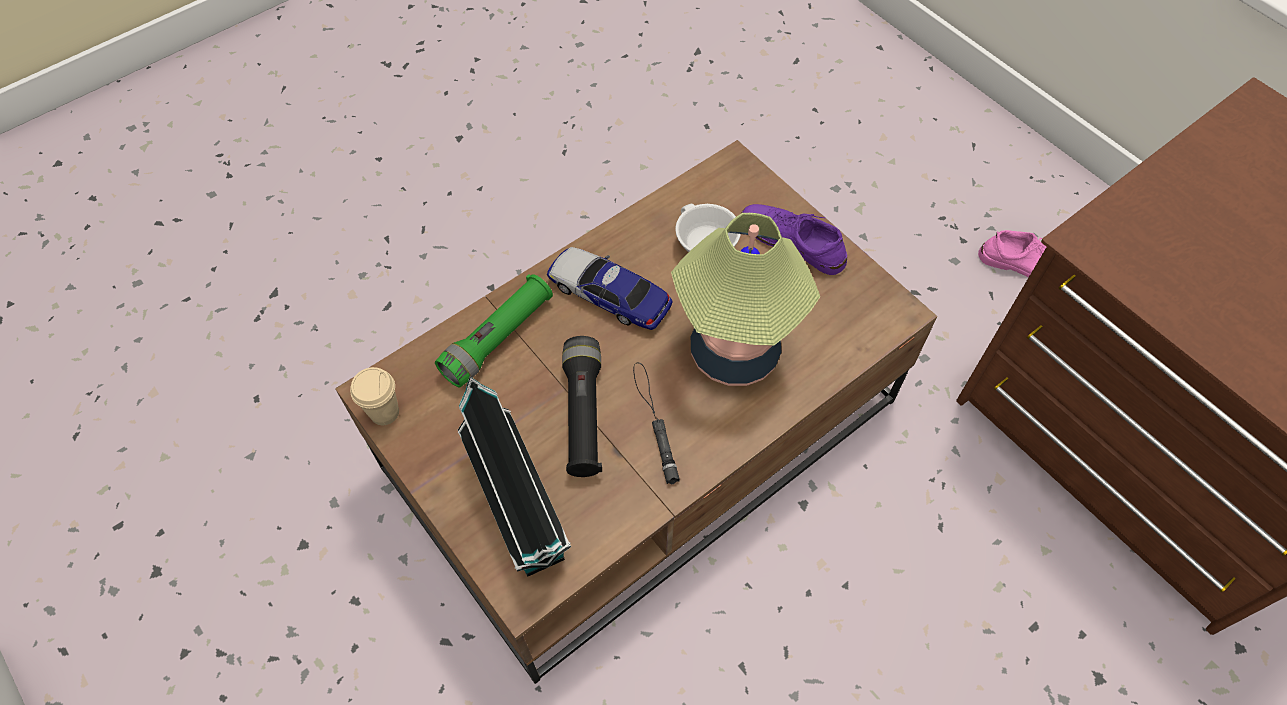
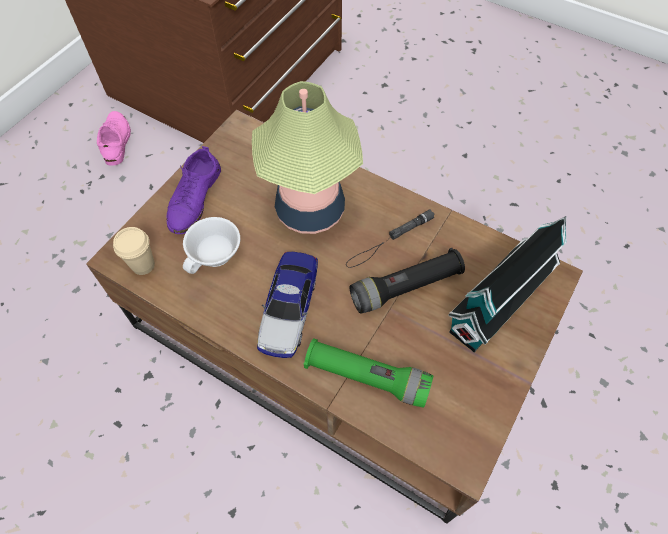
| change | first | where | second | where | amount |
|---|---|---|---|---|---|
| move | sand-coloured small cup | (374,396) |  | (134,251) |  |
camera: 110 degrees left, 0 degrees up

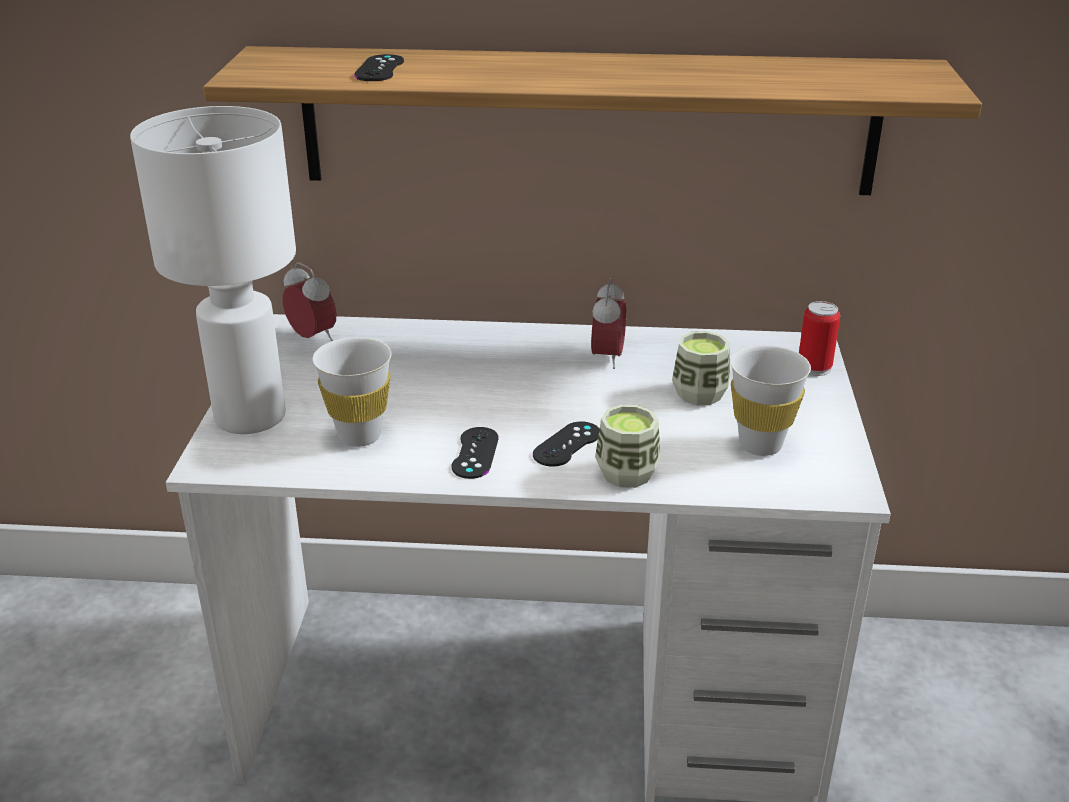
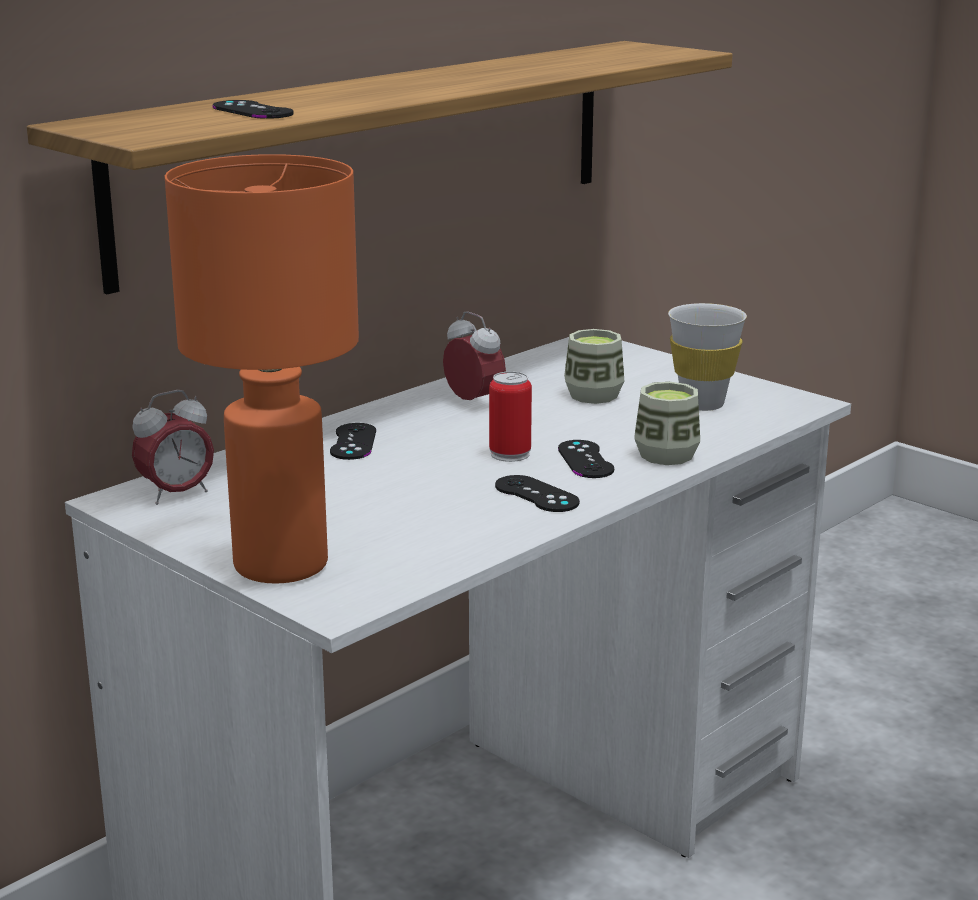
| change | first | where | second | where | amount |
|---|---|---|---|---|---|
| delete | whitish small cup | (352,392) |  |  |  |
| insert |  |  | black-coloured gamepad | (353,441) |  |
| move | can | (819,338) |  | (510,416) |  |
| recolor | whitish table lamp | (213,270) | orangey table lamp | (262,369) |  |
| rotate | alarm clock | (310,301) |  | (173,447) | 150 degrees clockwise |
camera: 50 degrees left, 10 degrees down

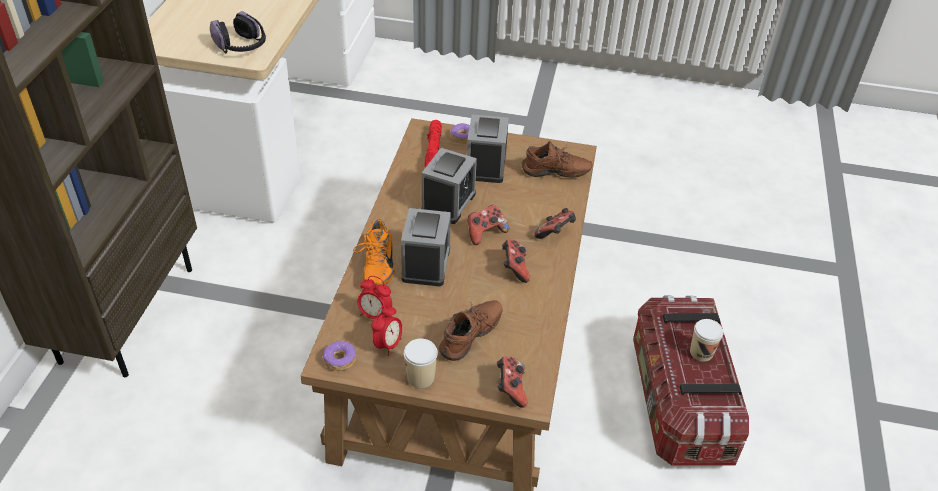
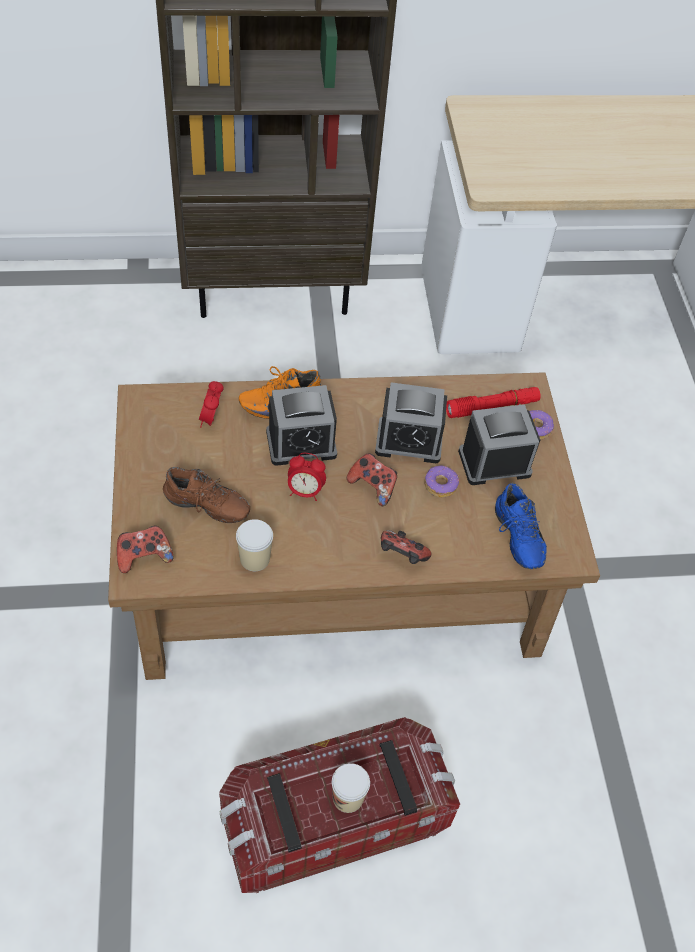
| change | first | where | second | where | amount |
|---|---|---|---|---|---|
| delete | headphones | (238,32) |  |  |  |
| delete | gamepad | (516,261) |  |  |  |
| move | doughnut | (339,356) |  | (441,482) |  |
| move | alarm clock | (386,330) |  | (307,477) |  |
| move | small cup | (421,363) |  | (254,545) |  |
| recolor | brown-coloured shoe | (557,159) | bluish shoe | (521,526) |  |
camera: 70 degrees right, 10 degrees up

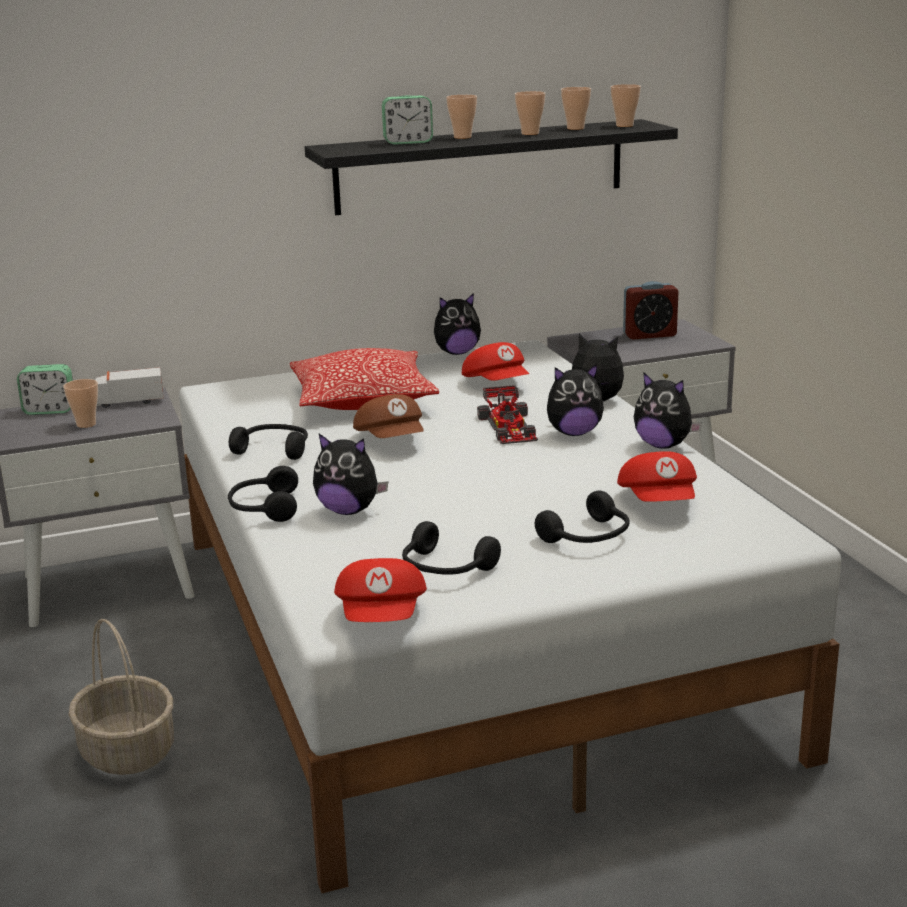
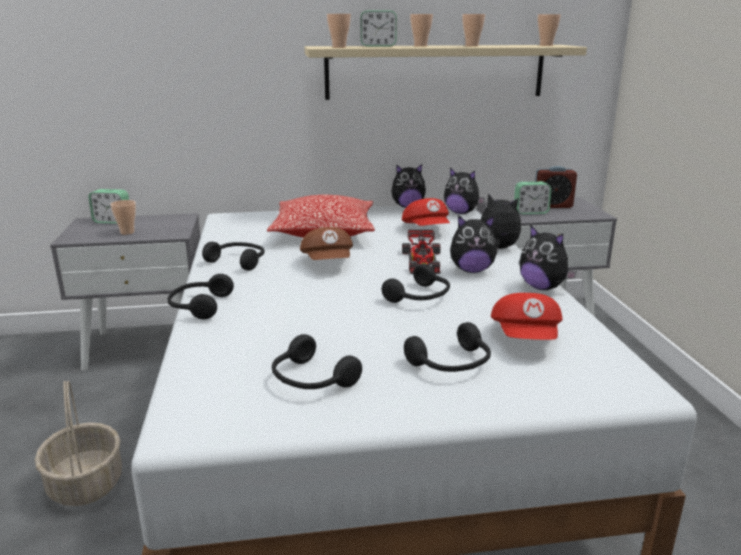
| change | first | where | second | where | amount |
|---|---|---|---|---|---|
| delete | model truck | (129,387) |  |  |  |
| delete | red cap | (380,590) |  |  |  |
| insert |  |  | black-coloured headphones | (416,283) |  |
| insert |  |  | alarm clock | (533,197) |  |
| move | cuddly toy | (350,474) |  | (464,191) |  |
| move | small cup | (576,108) |  | (339,31) |  |
| recolor | black-coloured wall shelf | (491,167) | sand-coloured wall shelf | (445,72) |  |
camera: 10 degrees right, 0 degrees up

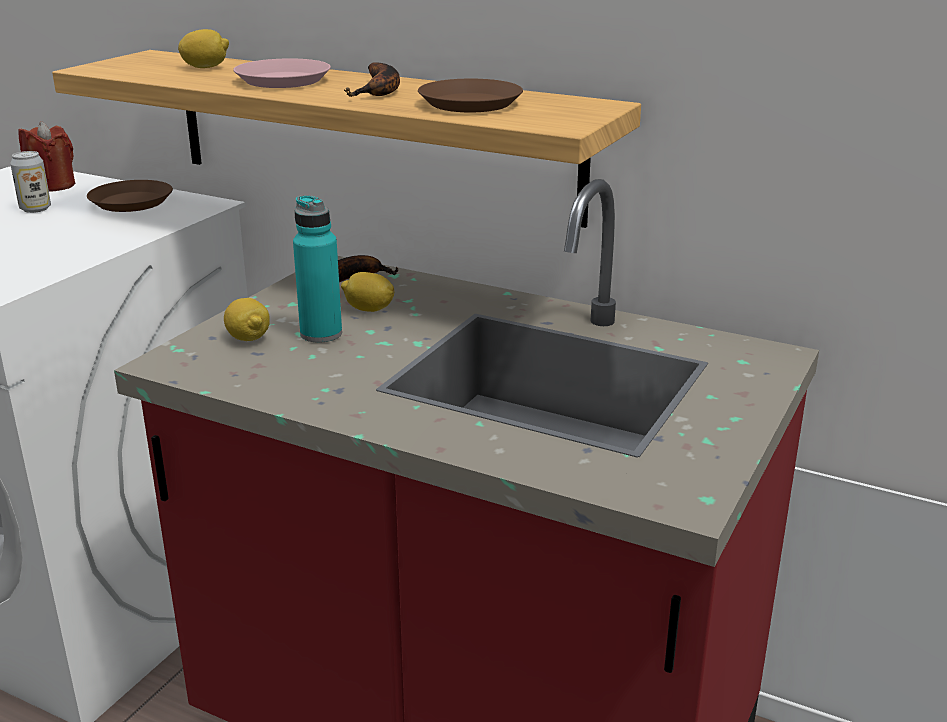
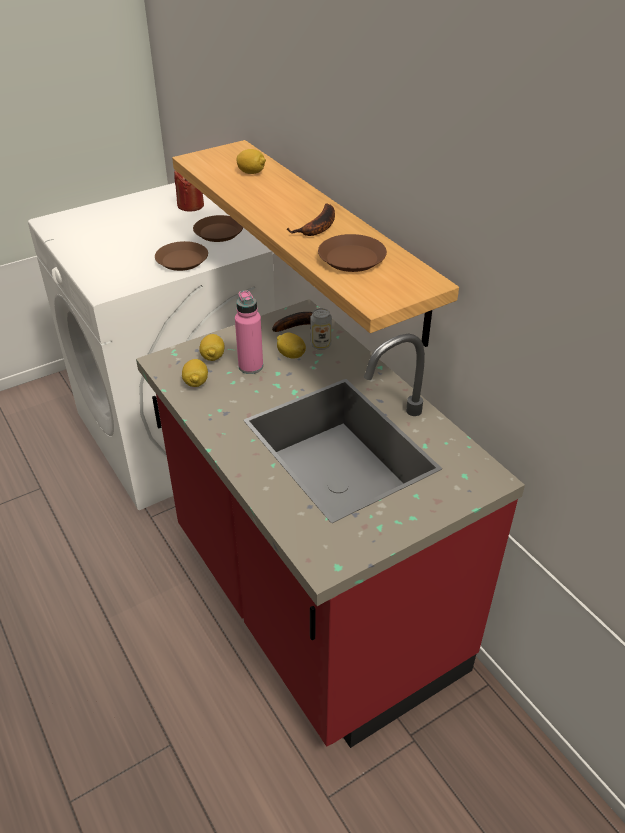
| change | first | where | second | where | amount |
|---|---|---|---|---|---|
| delete | pink plate | (282,73) |  |  |  |
| insert |  |  | brown-coloured plate | (181,256) |  |
| insert |  |  | whole lemon | (195,373) |  |
| move | can | (30,182) |  | (321,329) |  |
| recolor | turquoise beverage bottle | (317,269) | pink beverage bottle | (249,332) |  |
camera: 30 degrees right, 15 degrees up

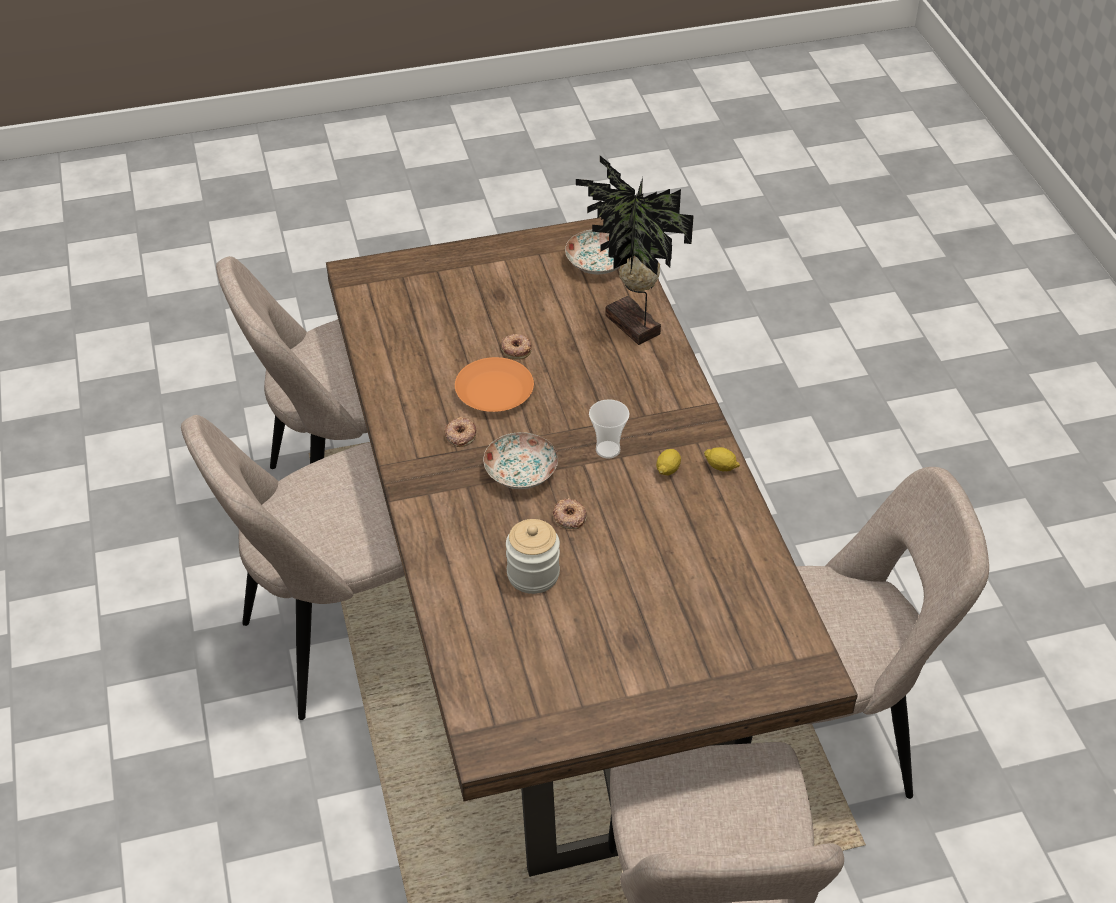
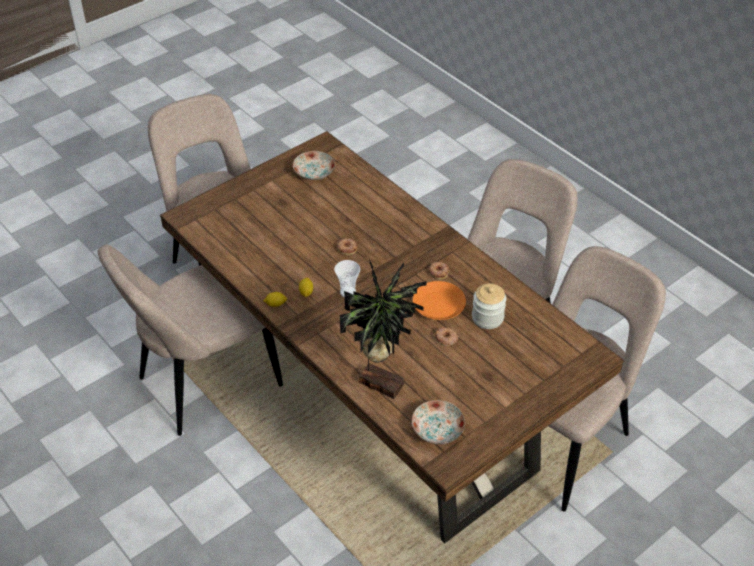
| change | first | where | second | where | amount |
|---|---|---|---|---|---|
| move | plate | (520,460) |  | (314,165) |  |
| move | storage jar | (533,556) |  | (489,306) |  |
camera: 155 degrees right, 0 degrees up

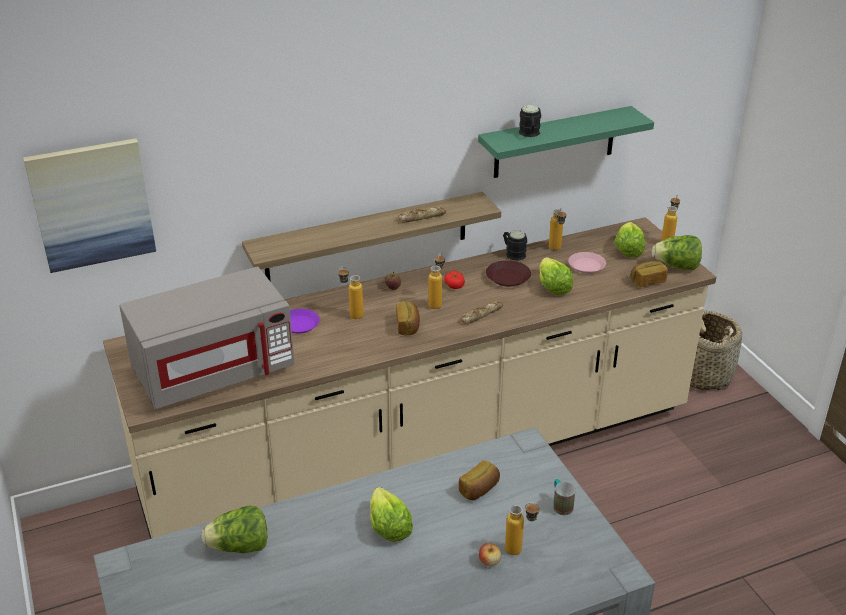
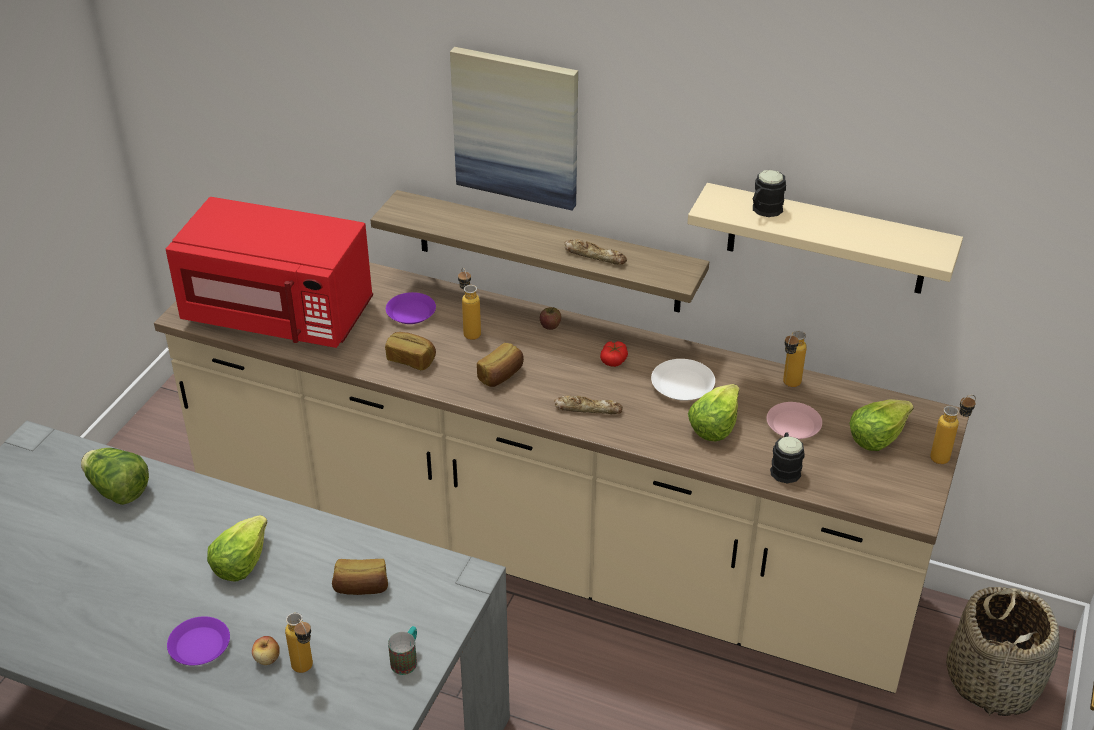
| change | first | where | second | where | amount |
|---|---|---|---|---|---|
| delete | beverage bottle | (436,281) |  |  |  |
| delete | lettuce | (677,252) |  |  |  |
| insert |  |  | purple plate | (198,640) |  |
| move | wall picture | (89,205) |  | (514,128) |  |
| move | black-coloured tea mug | (515,245) |  | (787,457) |  |
| move | baked bread | (649,274) |  | (410,351) |  |
| recolor | greyish microwave oven | (206,338) | red microwave oven | (269,272) |  |
| recolor | green wall shelf | (566,142) | sand-coloured wall shelf | (825,238) |  |
| recolor | brown-coloured plate | (508,273) | whitish plate | (683,380) |  |
camera: 45 degrees right, 5 degrees up

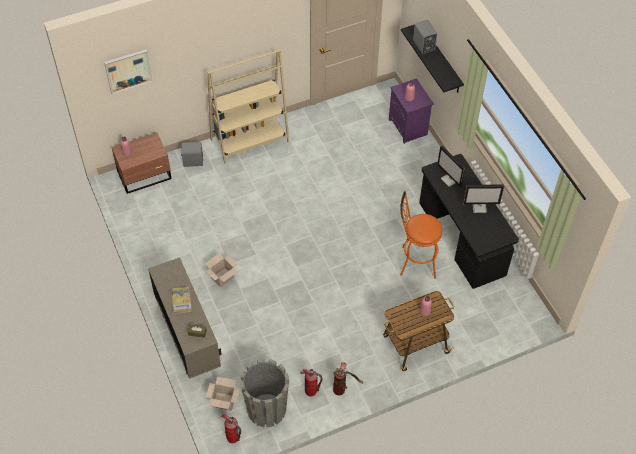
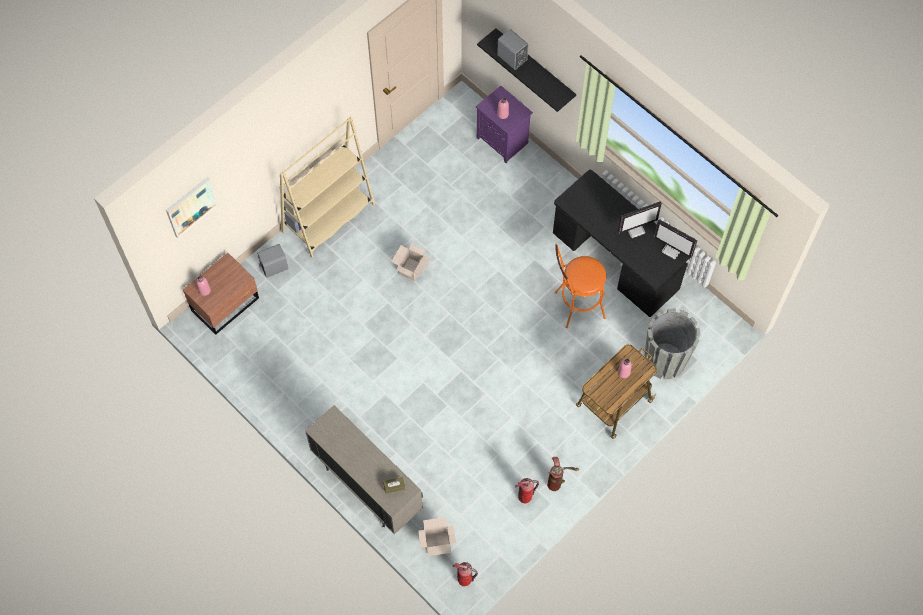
| change | first | where | second | where | amount |
|---|---|---|---|---|---|
| delete | bound book | (181,300) |  |  |  |
| move | carton | (221,270) |  | (411,262) |  |
| move | greyish plant pot | (264,393) |  | (672,344) |  |
| move | computer display | (451,166) |  | (675,239) |  |
camera: 20 degrees left, 10 degrees up

